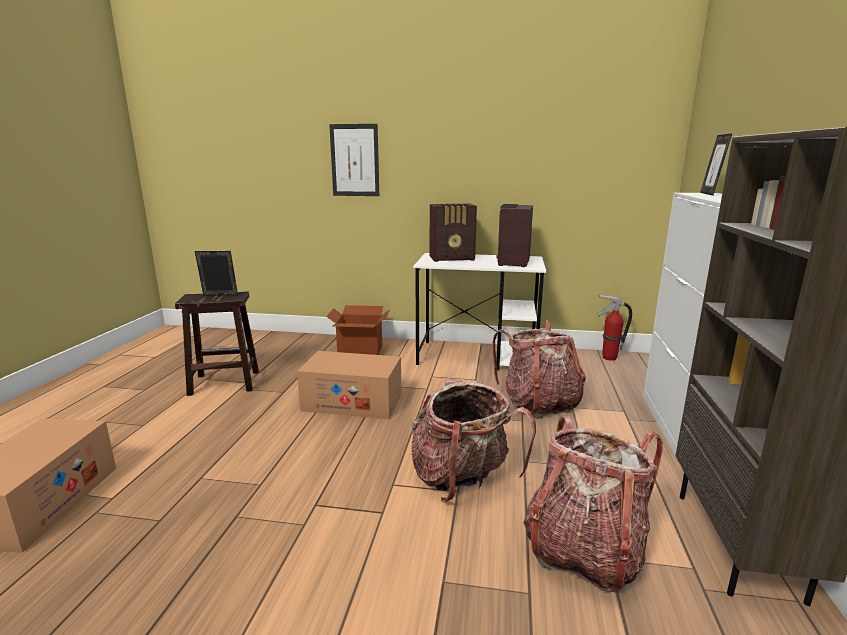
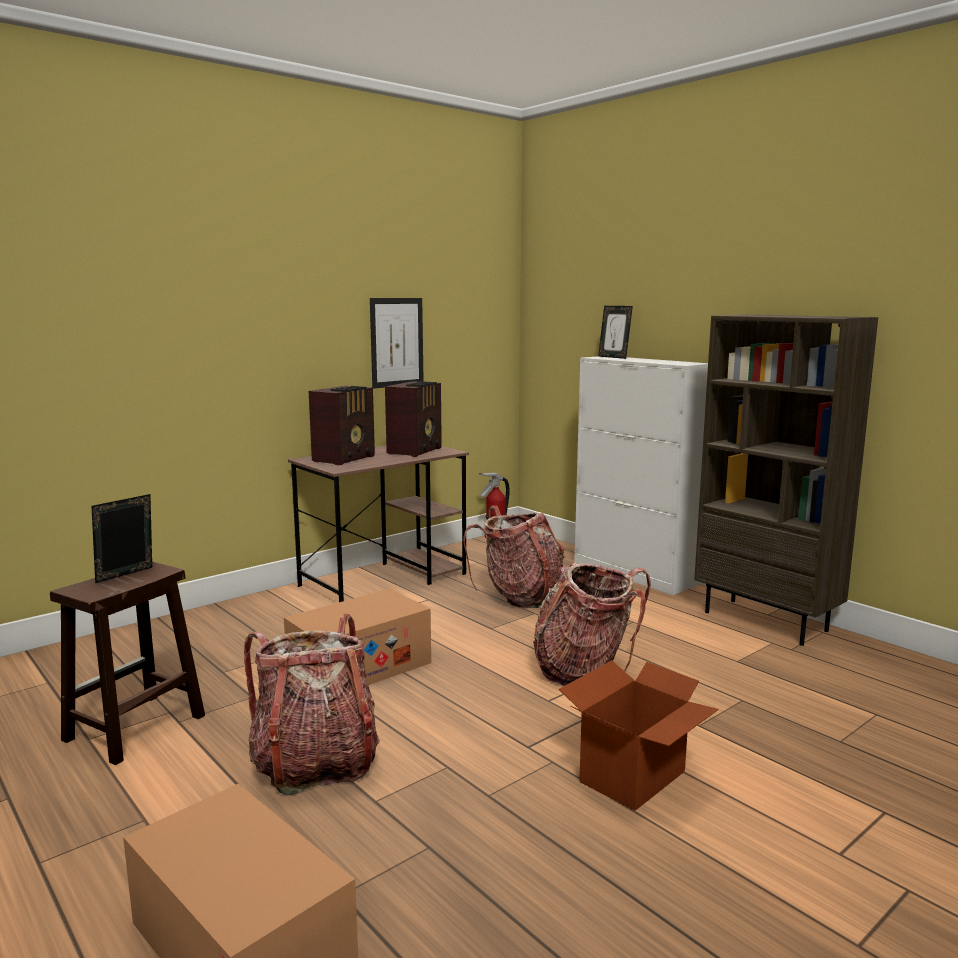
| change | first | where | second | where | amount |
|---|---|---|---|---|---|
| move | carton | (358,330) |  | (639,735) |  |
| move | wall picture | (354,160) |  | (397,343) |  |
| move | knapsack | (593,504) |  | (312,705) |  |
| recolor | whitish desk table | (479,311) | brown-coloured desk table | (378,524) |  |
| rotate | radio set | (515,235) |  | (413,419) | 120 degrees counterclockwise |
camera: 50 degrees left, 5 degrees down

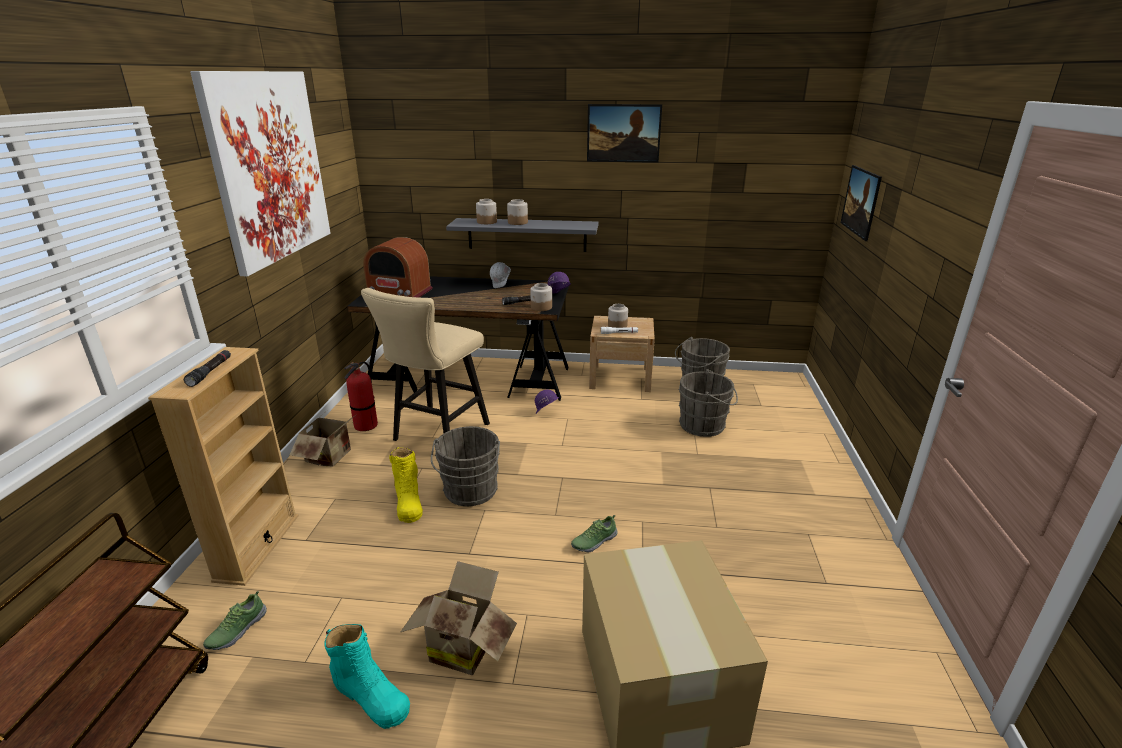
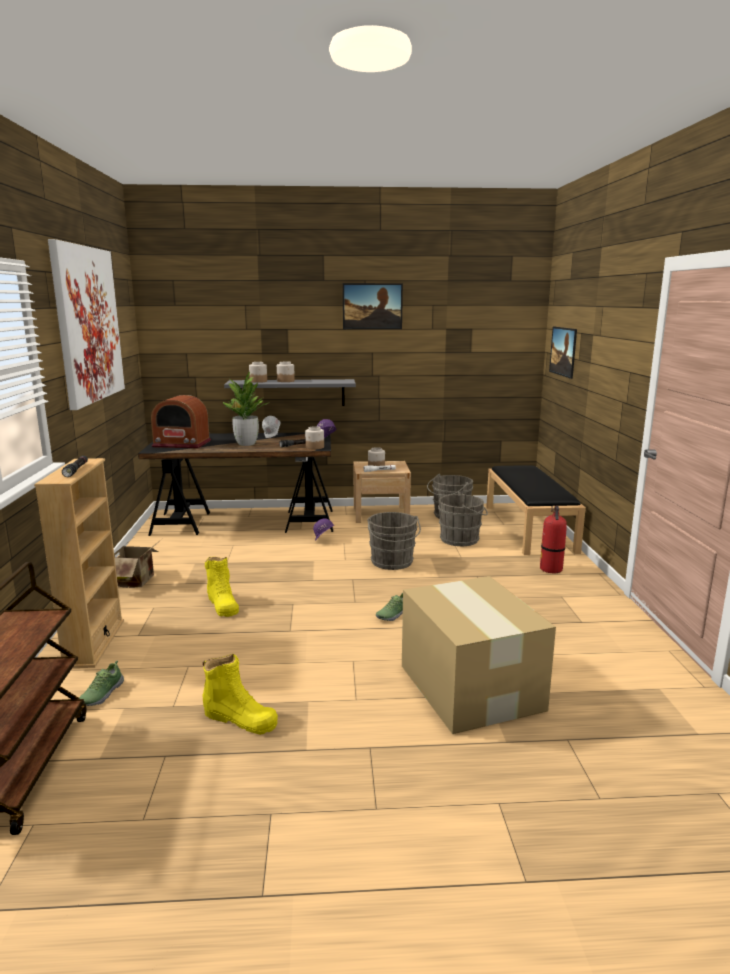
| change | first | where | second | where | amount |
|---|---|---|---|---|---|
| delete | sand-coloured stool seat | (425,364) |  |  |  |
| delete | carton | (459,618) |  |  |  |
| insert |  |  | houseplant | (246,409) |  |
| insert |  |  | black-coloured long seat | (536,510) |  |
| move | fire extinguisher | (361,396) |  | (553,539) |  |
| move | greyish pail | (465,466) |  | (394,541) |  |
| recolor | turquoise high-top boot | (367,676) | yellow-coloured high-top boot | (240,694) |  |
camera: 10 degrees left, 10 degrees down

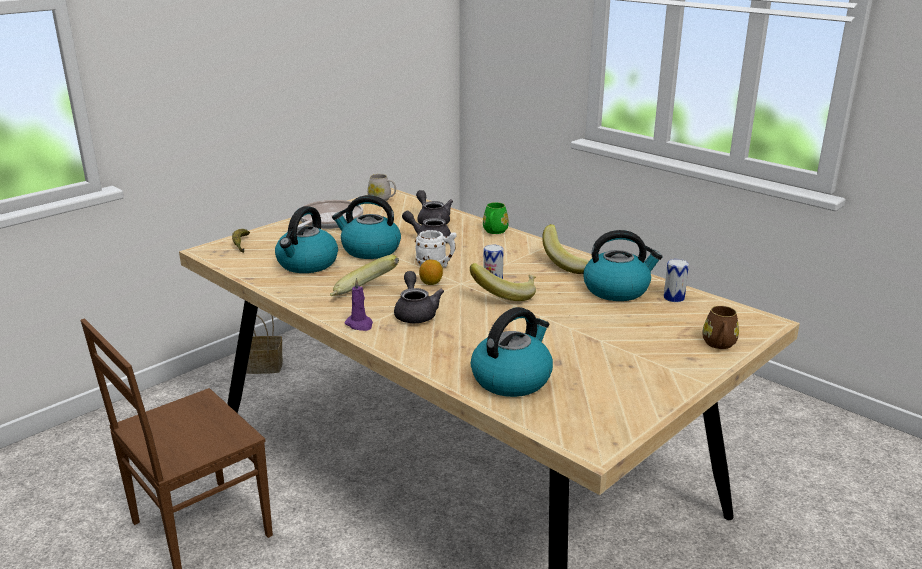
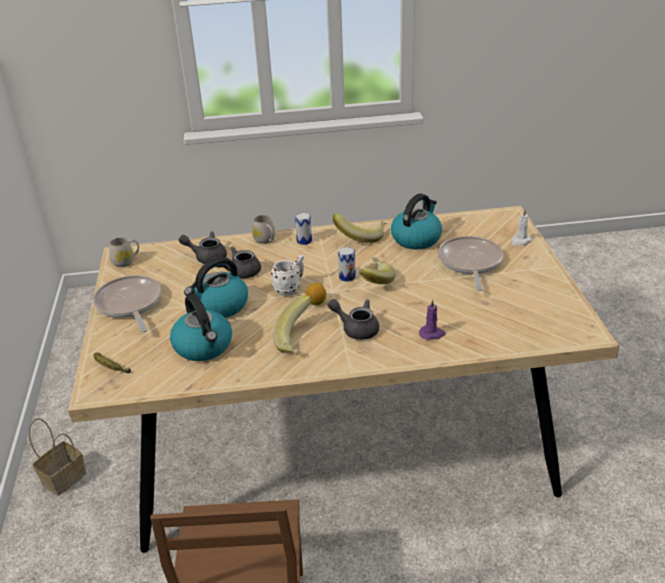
| change | first | where | second | where | amount |
|---|---|---|---|---|---|
| delete | tea kettle | (512,352) |  |  |  |
| insert |  |  | pan | (470,263) |  |
| move | purple wax light | (359,304) |  | (432,319) |  |
| move | can | (676,280) |  | (303,228) |  |
| replace | brown-coloured tea mug | (720,327) | whitish wax light | (521,228) |  |
| recolor | green tea mug | (496,218) | whitish tea mug | (263,229) |  |
camera: 50 degrees left, 10 degrees up

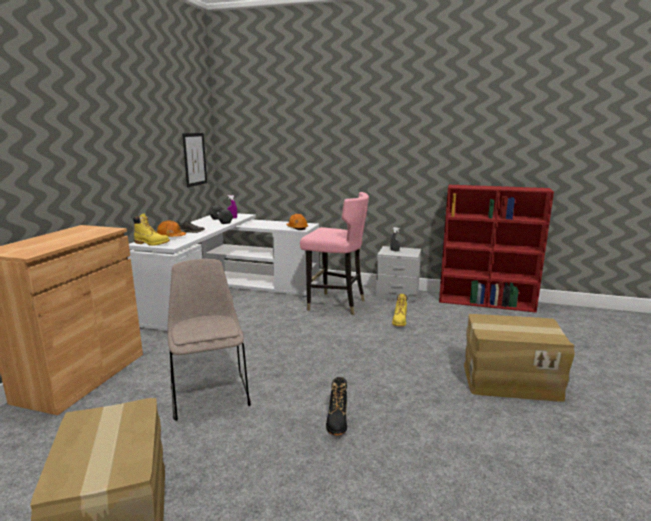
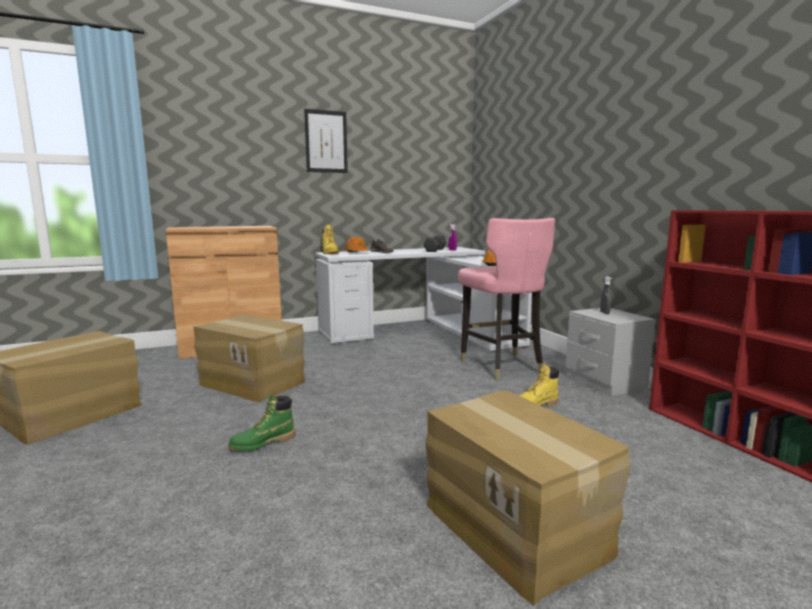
| change | first | where | second | where | amount |
|---|---|---|---|---|---|
| move | wall picture | (194,160) |  | (326,141) |  |
| replace | sand-coloured chair | (209,340) | carton | (249,359) |  |
| recolor | black-coloured high-top boot | (336,406) | green high-top boot | (261,422) |  |
camera: 50 degrees right, 5 degrees down

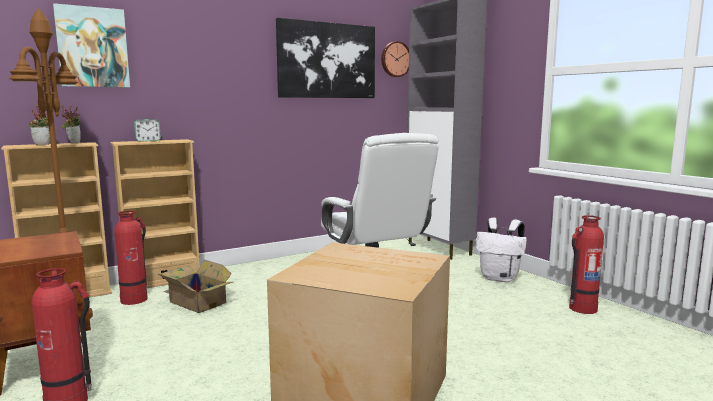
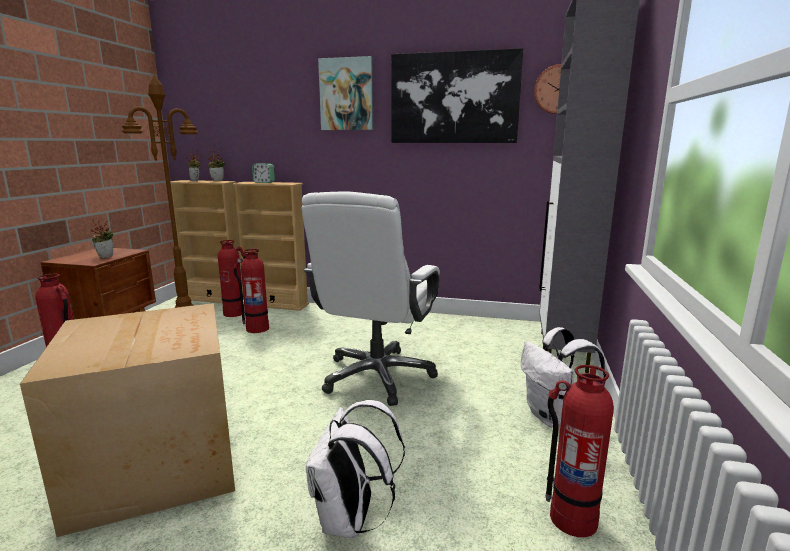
| change | first | where | second | where | amount |
|---|---|---|---|---|---|
| insert |  |  | houseplant | (102,239) |  |
| insert |  |  | whitish knapsack | (355,469) |  |
| move | wall picture | (91,45) |  | (345,93) |  |
| replace | carton | (195,286) | fire extinguisher | (251,291) |  |
camera: 45 degrees right, 5 degrees up

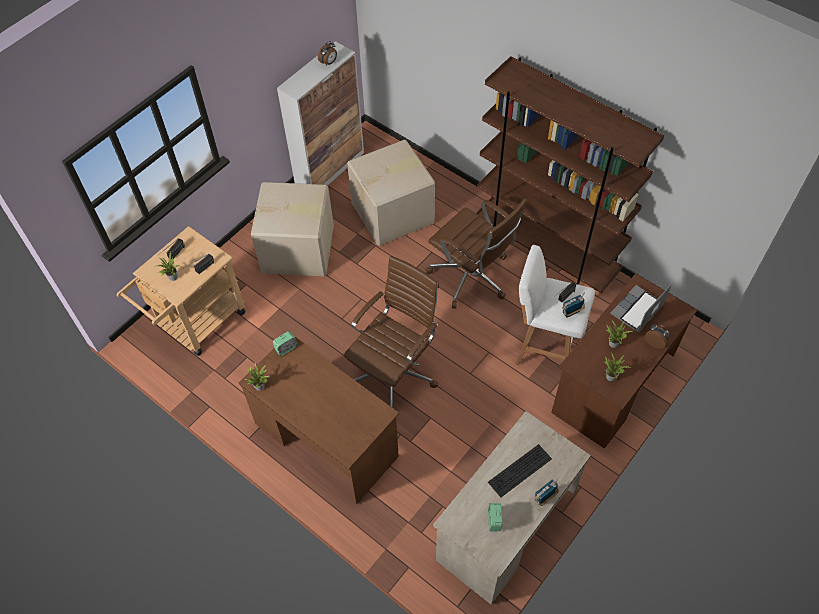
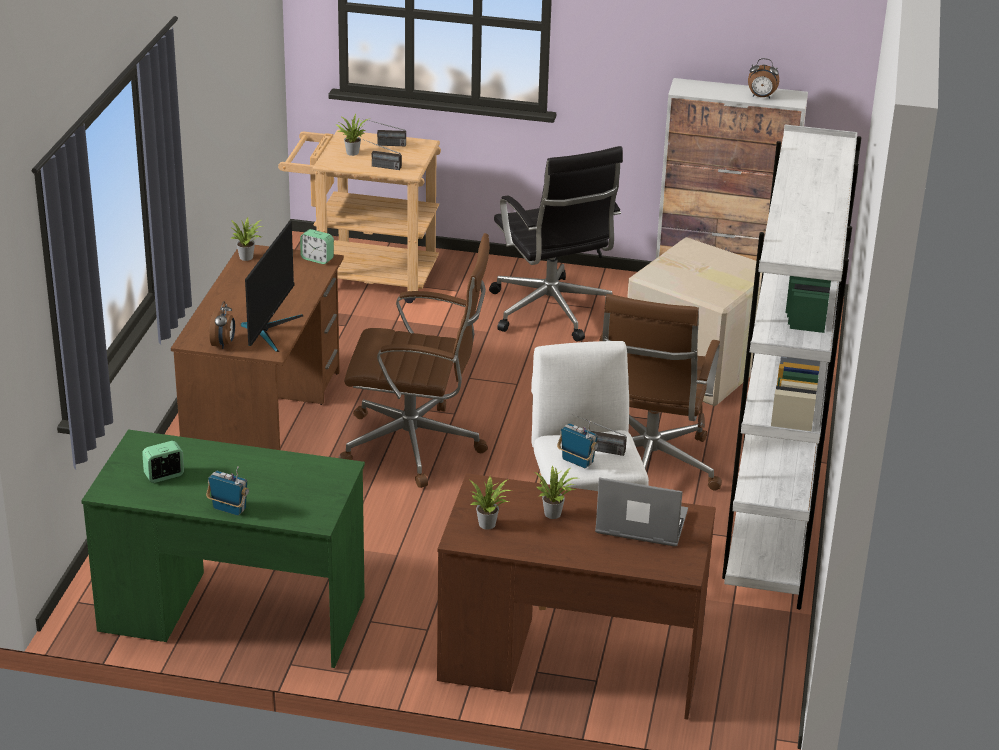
| change | first | where | second | where | amount |
|---|---|---|---|---|---|
| delete | keyboard | (520,470) |  |  |  |
| insert |  |  | computer display | (272,286) |  |
| move | alarm clock | (657,336) |  | (222,325) |  |
| replace | carton | (292,229) | black-coloured computer chair | (556,244) |  |
| recolor | sand-coloured desk table | (512,508) | green desk table | (223,548) |  |
| recolor | brown-coloured bookcase | (570,174) | whitish bookcase | (792,367) |  |
camera: 60 degrees right, 25 degrees down

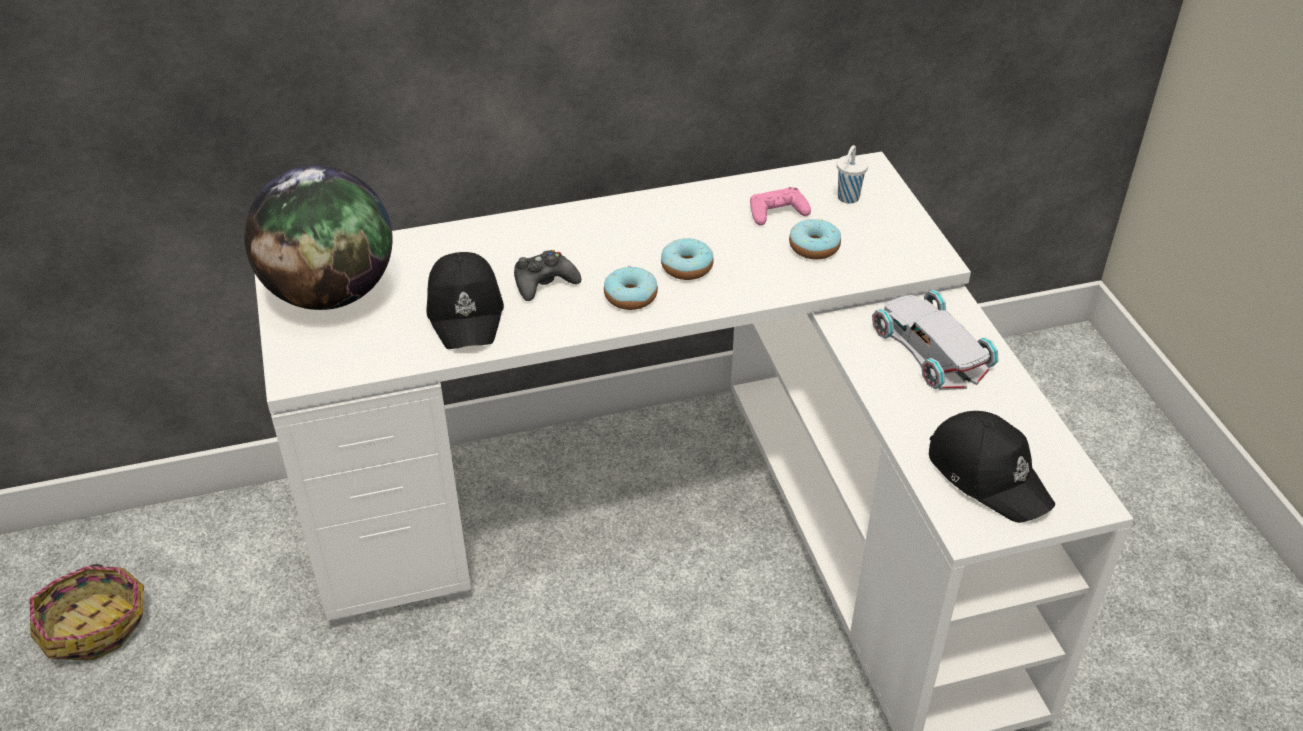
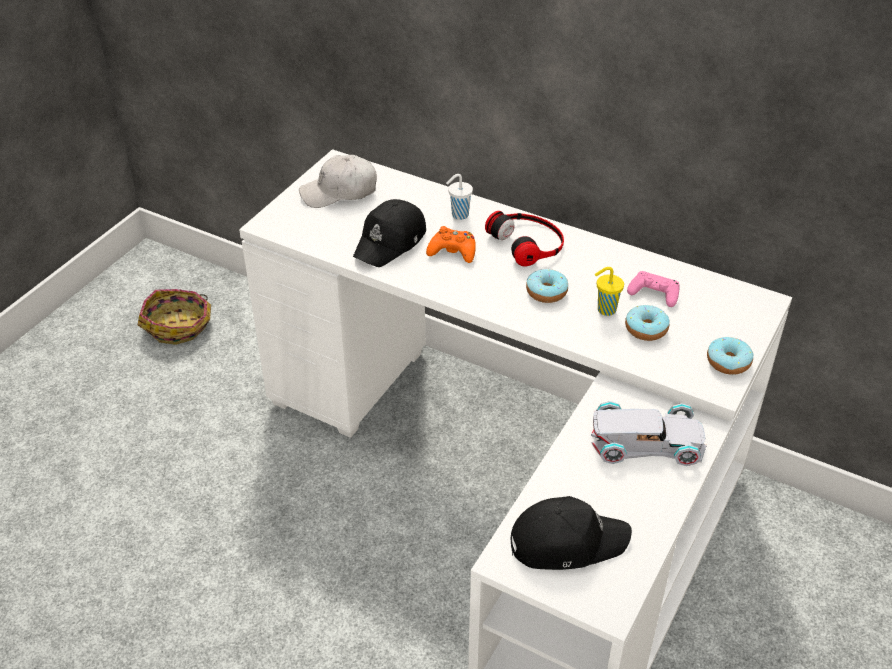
| change | first | where | second | where | amount |
|---|---|---|---|---|---|
| insert |  |  | headphones | (524,238) |  |
| insert |  |  | yellow-coloured small cup | (609,291) |  |
| move | doughnut | (631,288) |  | (730,356) |  |
| move | whitish small cup | (852,174) |  | (459,197) |  |
| replace | desk globe | (318,237) | whitish cap | (338,181) |  |
| recolor | black-coloured gamepad | (547,275) | orangey gamepad | (451,244) |  |
| rotate | whitish toy car | (935,340) |  | (649,433) | 75 degrees clockwise |
| rotate | black-coloured cap | (992,467) |  | (571,533) | 105 degrees counterclockwise |
camera: 45 degrees right, 0 degrees up

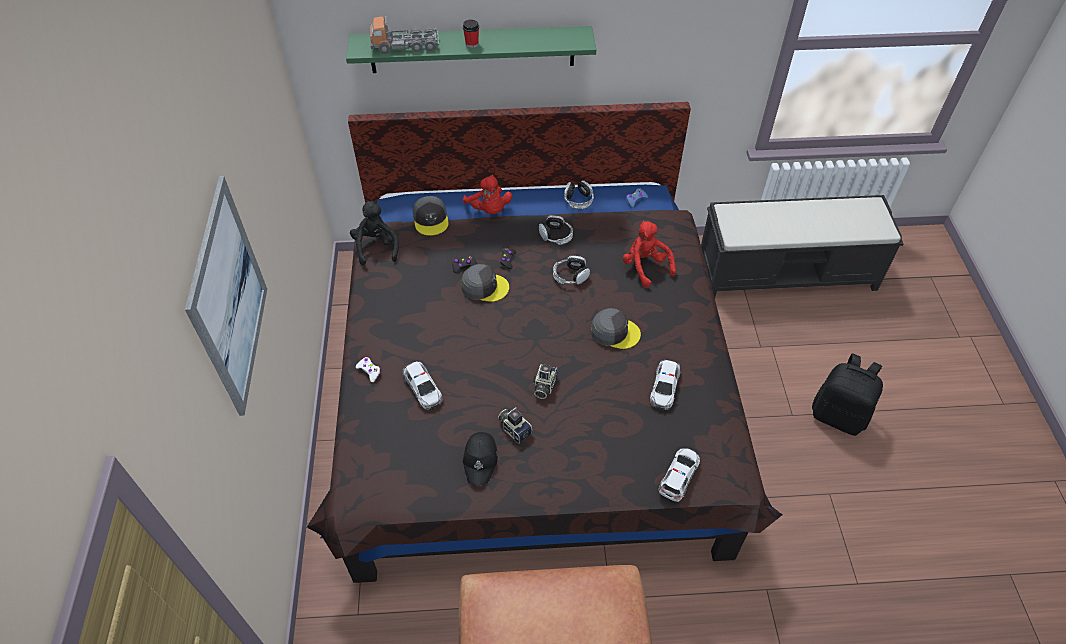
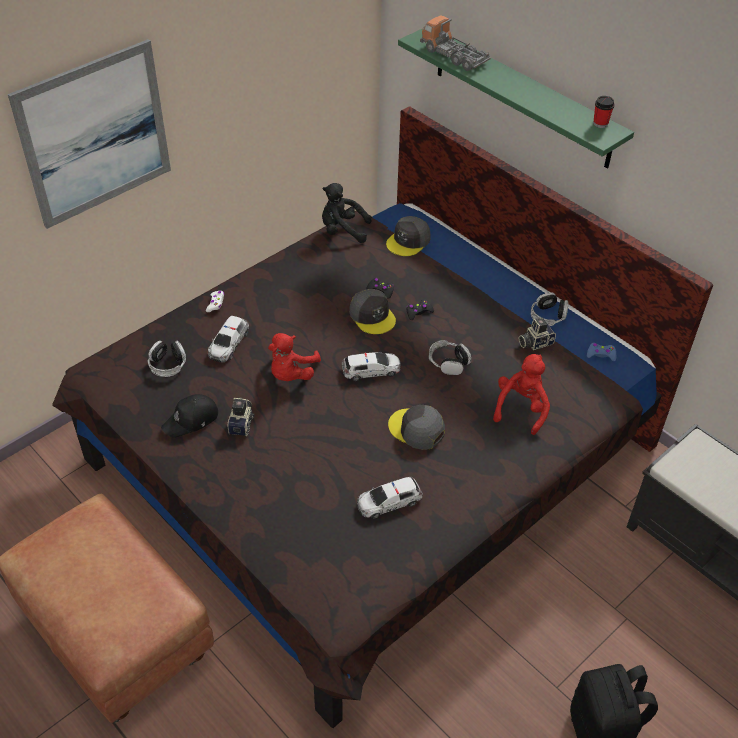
| change | first | where | second | where | amount |
|---|---|---|---|---|---|
| move | small cup | (471,33) |  | (604,112) |  |
| move | red cuddly toy | (487,194) |  | (294,357) |  |
| move | still camera | (545,381) |  | (537,334) |  |
| move | headphones | (556,230) |  | (167,359) |  |
| move | toy car | (679,475) |  | (371,366) |  |
| rotate | black-coloured cuddly toy | (374,232) |  | (347,213) | 120 degrees counterclockwise |
| rotate | greyish cap | (616,328) |  | (416,427) | 150 degrees clockwise |
camera: 50 degrees right, 5 degrees down

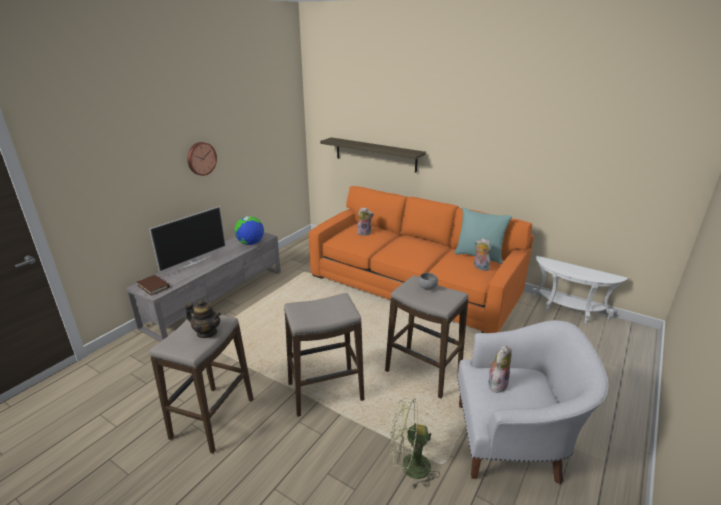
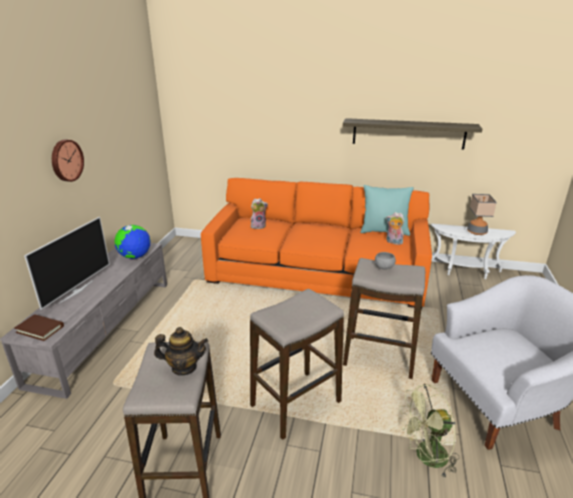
| change | first | where | second | where | amount |
|---|---|---|---|---|---|
| delete | cuddly toy | (500,369) |  |  |  |
| insert |  |  | table lamp | (482,214) |  |
| move | wall shelf | (373,155) |  | (412,134) |  |
camera: 20 degrees left, 0 degrees up

